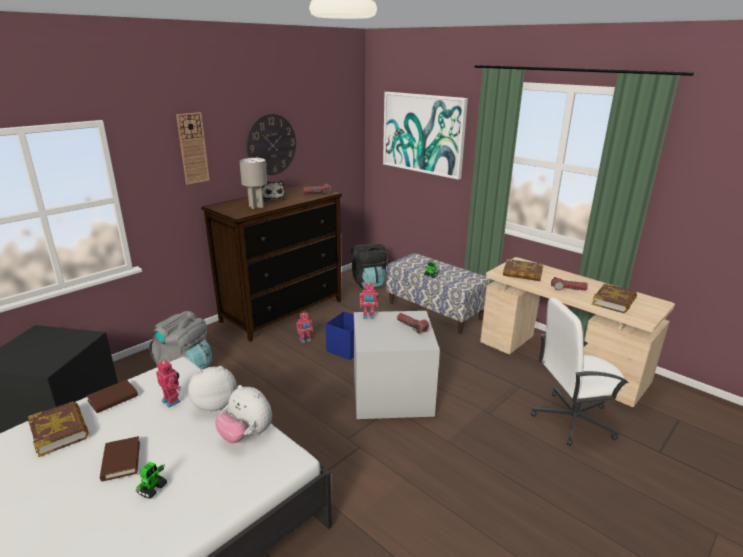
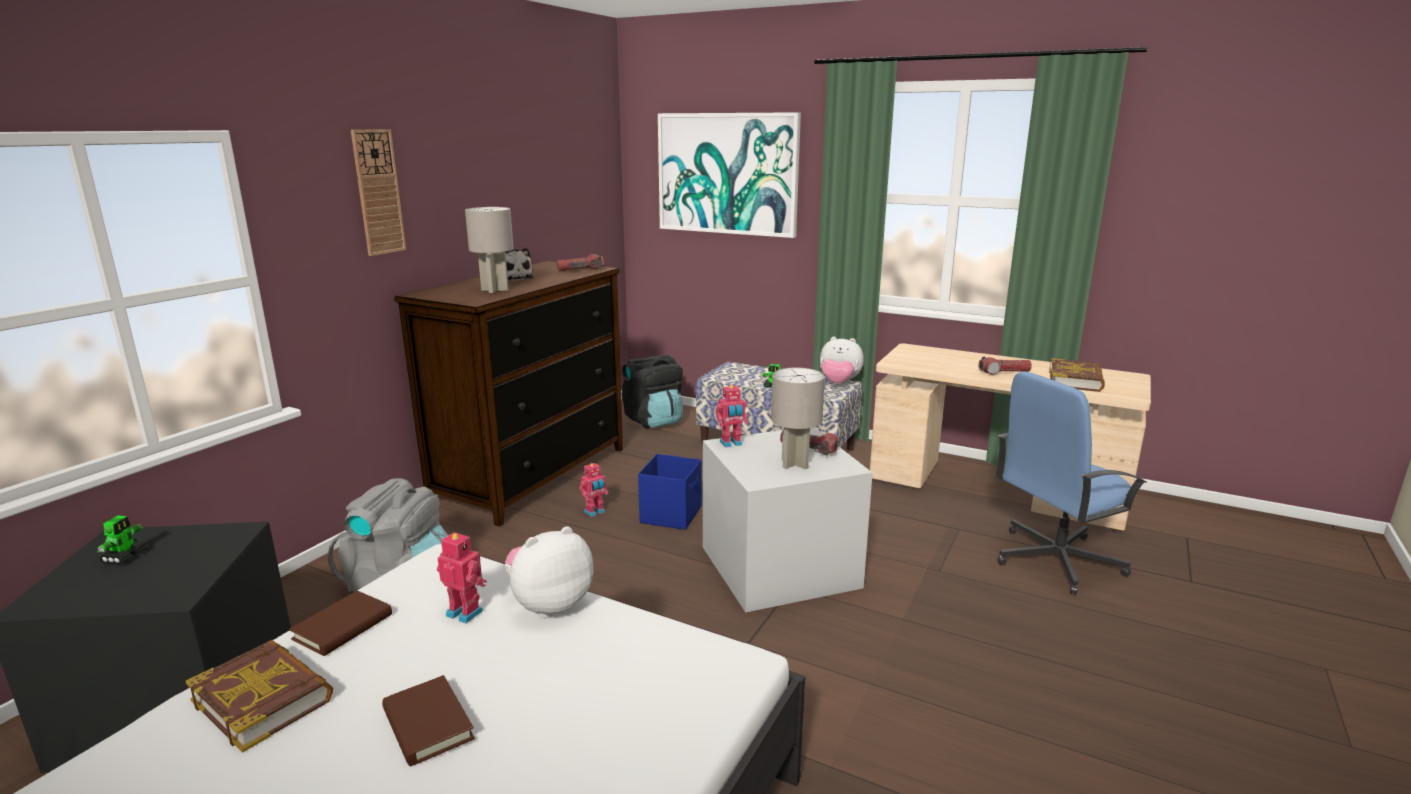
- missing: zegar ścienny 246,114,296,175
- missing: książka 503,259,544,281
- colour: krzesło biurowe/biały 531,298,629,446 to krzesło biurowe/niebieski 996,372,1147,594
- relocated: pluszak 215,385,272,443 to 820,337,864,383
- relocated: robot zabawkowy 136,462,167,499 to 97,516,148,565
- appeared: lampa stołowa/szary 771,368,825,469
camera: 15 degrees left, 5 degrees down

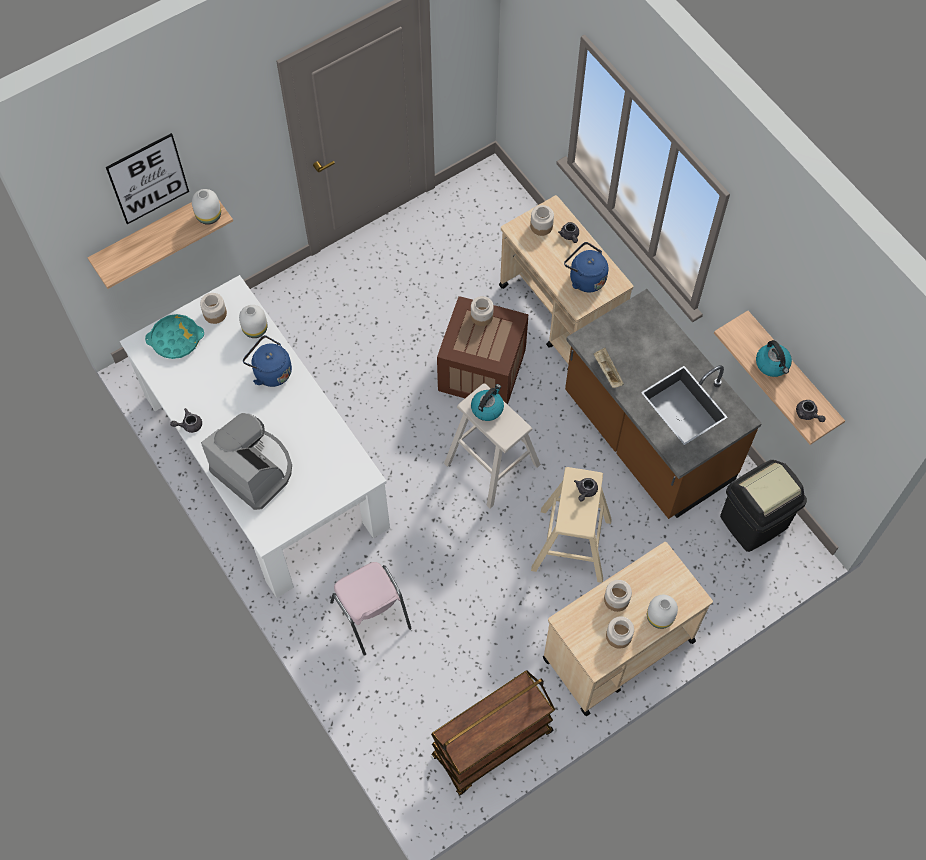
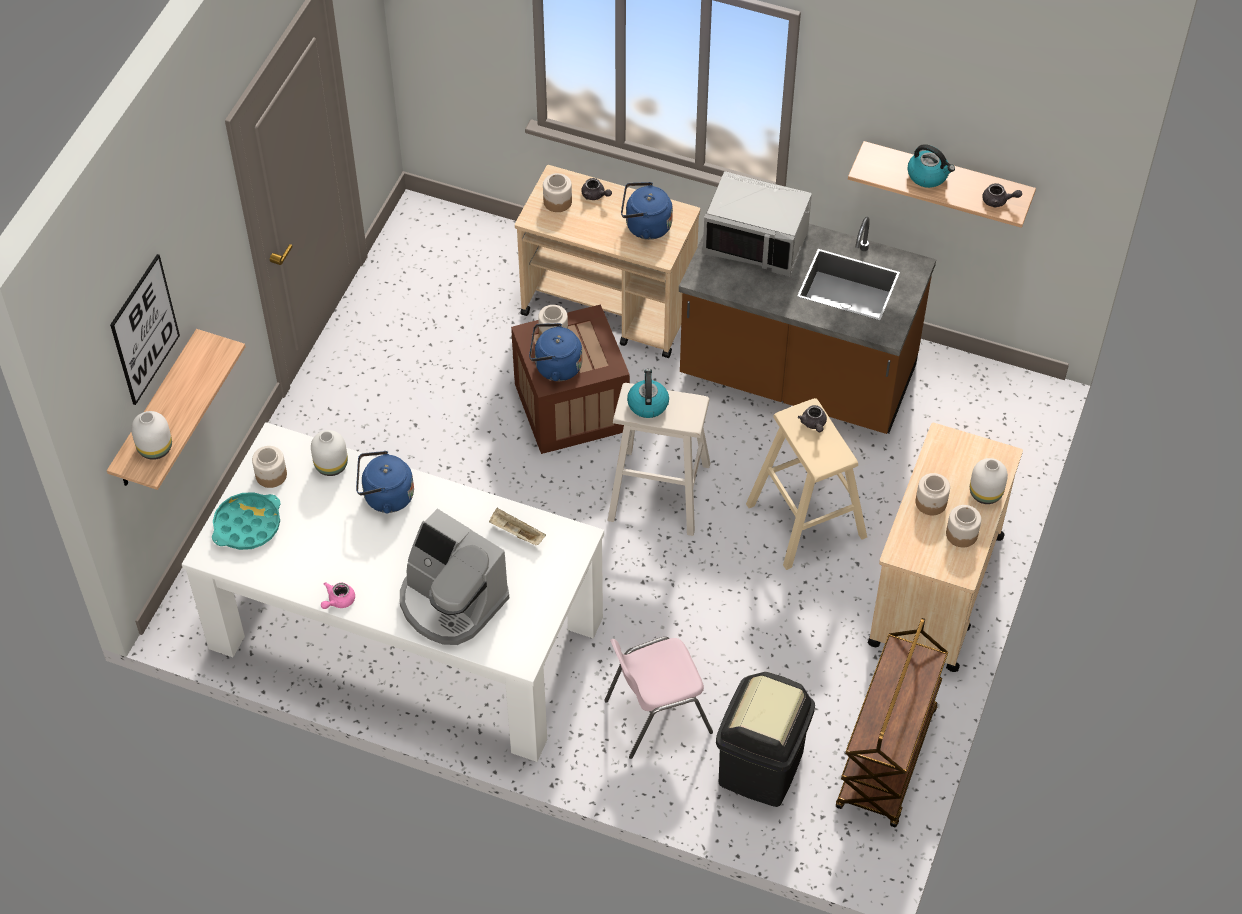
- relocated: wazon/biały 192,189,221,225 to 131,411,172,460
- relocated: taca/beżowy 594,348,624,388 to 489,508,546,545
- colour: imbryk/szary 170,408,202,433 to imbryk/różowy 321,582,355,609
- spun: ekspres do kawy 201,413,292,510 = 400,509,509,645 150 degrees counterclockwise
- relocated: kosz na śmieci/czarny 720,460,807,552 to 716,672,815,807
- spun: krzesło/różowy 330,562,412,656 = 604,637,713,759 135 degrees clockwise
- appeared: mikrofalówka/szary 703,171,812,276
- appeared: czajnik/niebieski 529,323,582,381
camera: 35 degrees left, 10 degrees down

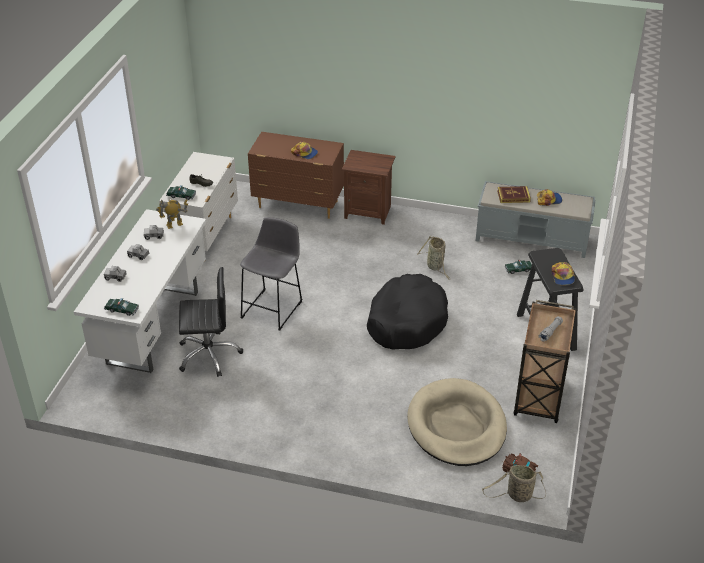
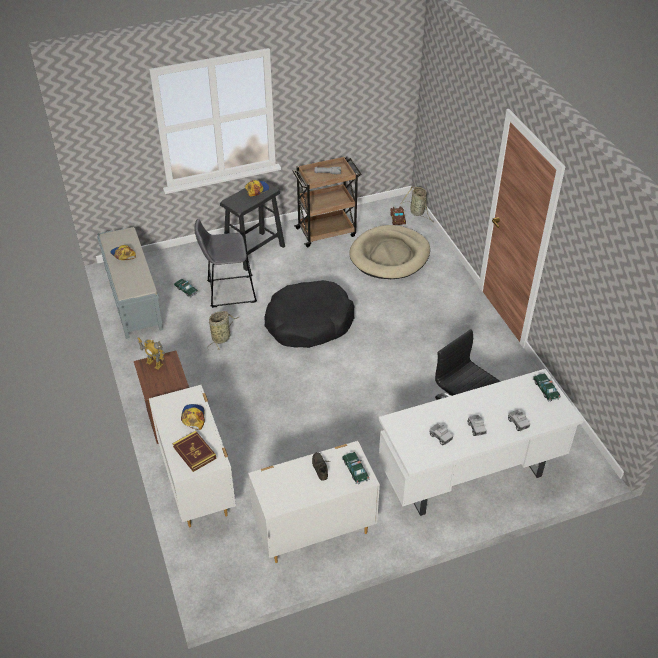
- colour: komoda/brązowy 248,132,344,219 to komoda/biały 149,385,236,528
- relocated: książka 497,186,531,203 to 173,431,217,472
- relocated: robot zabawkowy 156,199,188,229 to 137,337,165,370
- relocated: stołek/szary 240,217,302,331 to 194,219,257,308
camera: 125 degrees left, 5 degrees up

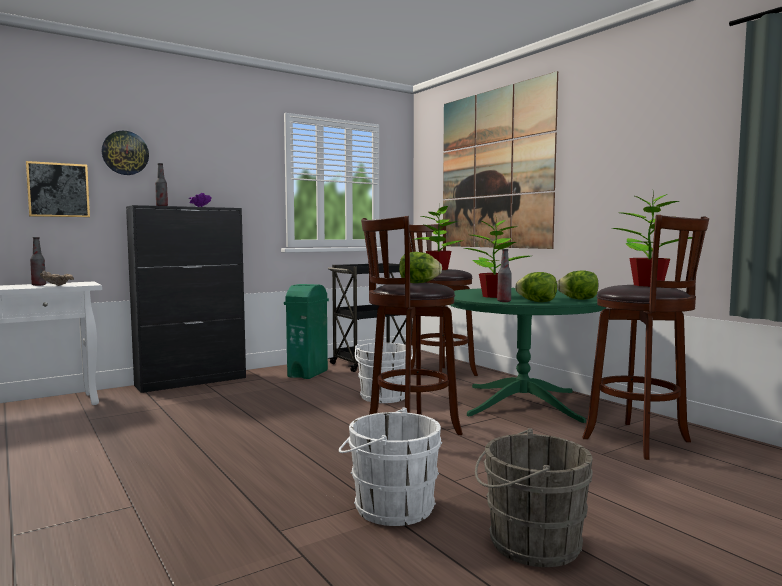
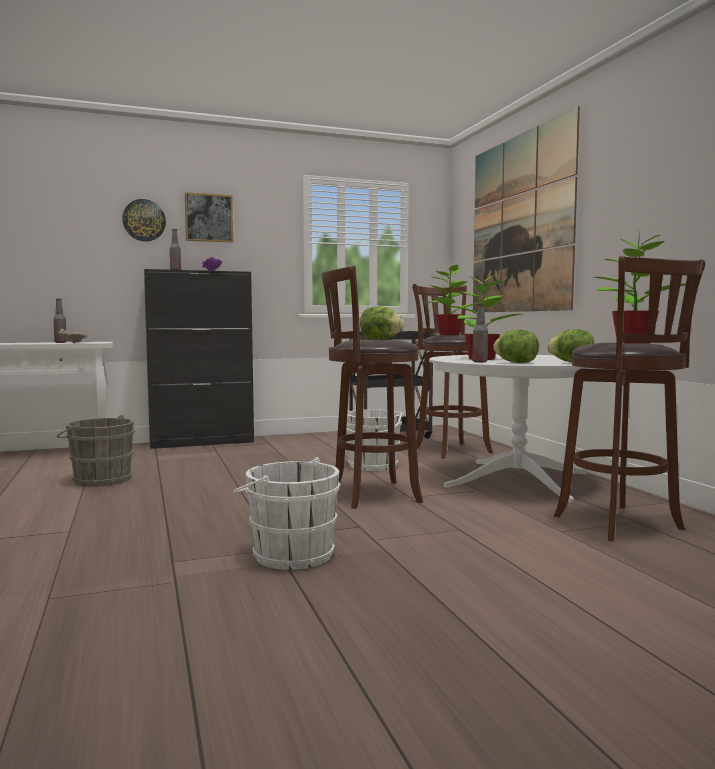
- relocated: obraz 26,161,90,217 to 185,192,233,243
- missing: kosz na śmieci/zielony 284,284,329,379
- colour: stół jadalny/zielony 450,288,607,423 to stół jadalny/biały 429,354,599,503
- relocated: wiadro/szary 475,428,593,567 to 57,415,135,487
camera: 15 degrees right, 0 degrees up

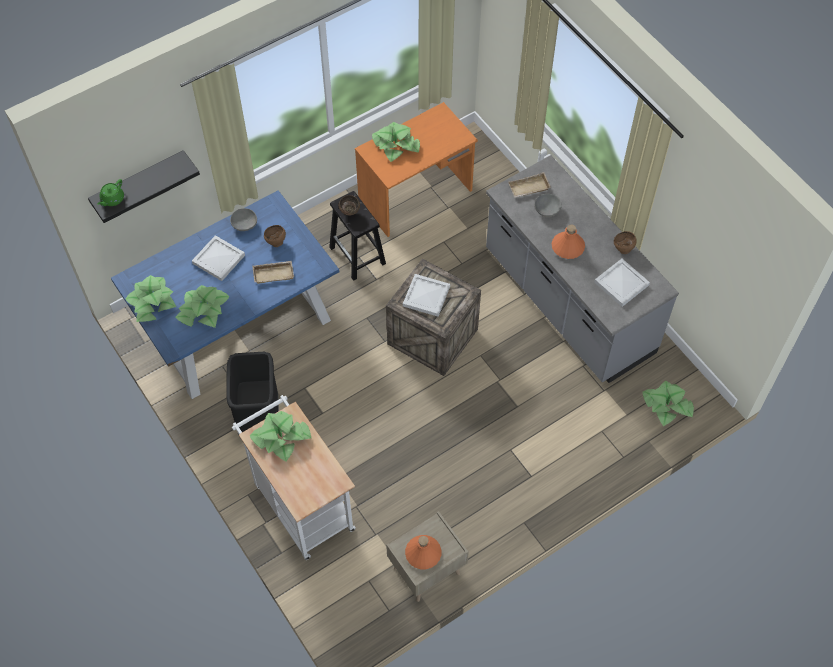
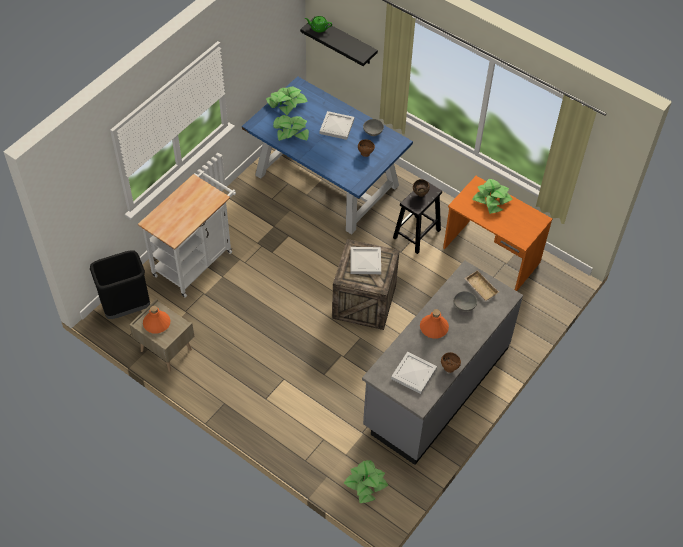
- missing: taca/beżowy 252,261,294,284
- relocated: kosz na śmieci/czarny 226,352,279,435 to 90,250,150,319
- missing: roślina doniczkowa 250,411,311,461
camera: 70 degrees right, 5 degrees down

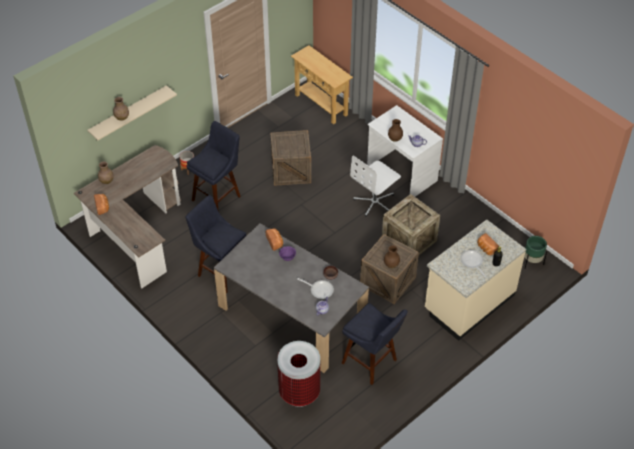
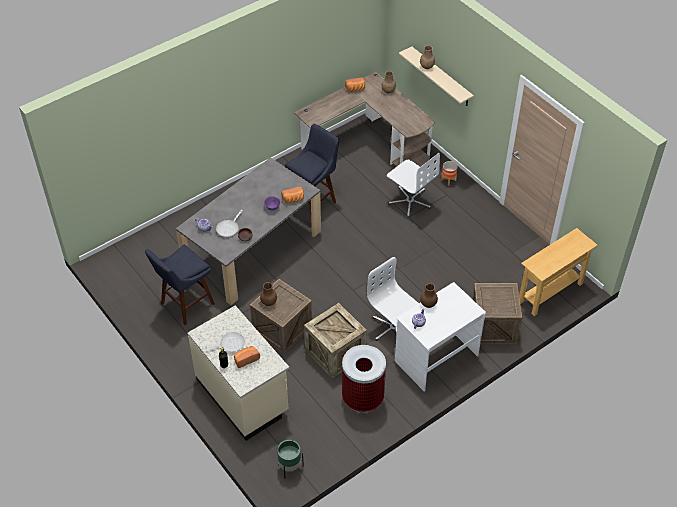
- exchanged: stołek/niebieski 186,121,241,212 to krzesło biurowe/biały 387,153,440,218
- relocated: skrzynka 270,130,311,186 to 472,283,522,344
- relocated: kosz na śmieci 277,341,320,407 to 342,345,386,413
camera: 95 degrees right, 0 degrees up

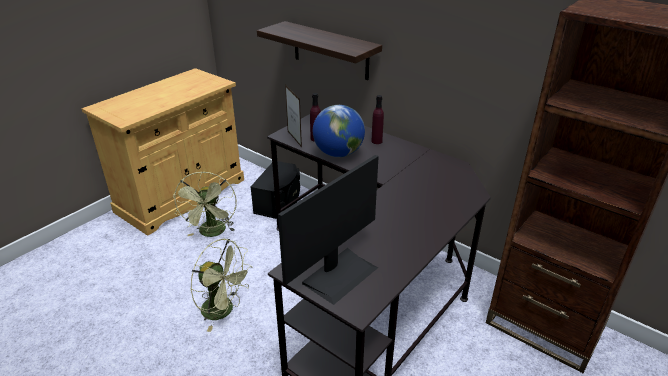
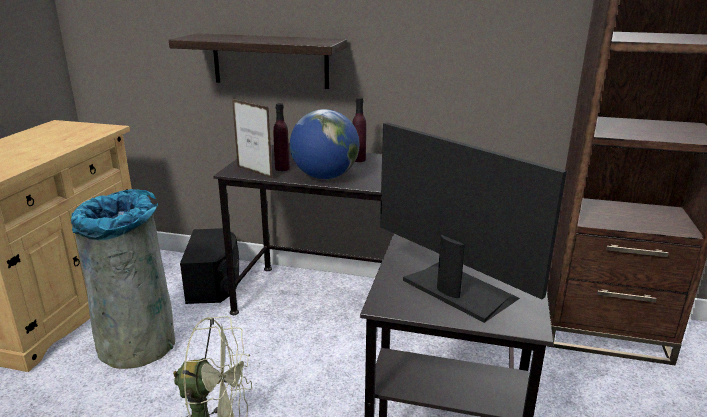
- spun: monitor 278,155,379,305 = 380,123,567,323 60 degrees counterclockwise
- exchanged: wentylator/zielony 173,171,237,237 to kosz na śmieci/szary 71,189,175,369
camera: 25 degrees left, 10 degrees down

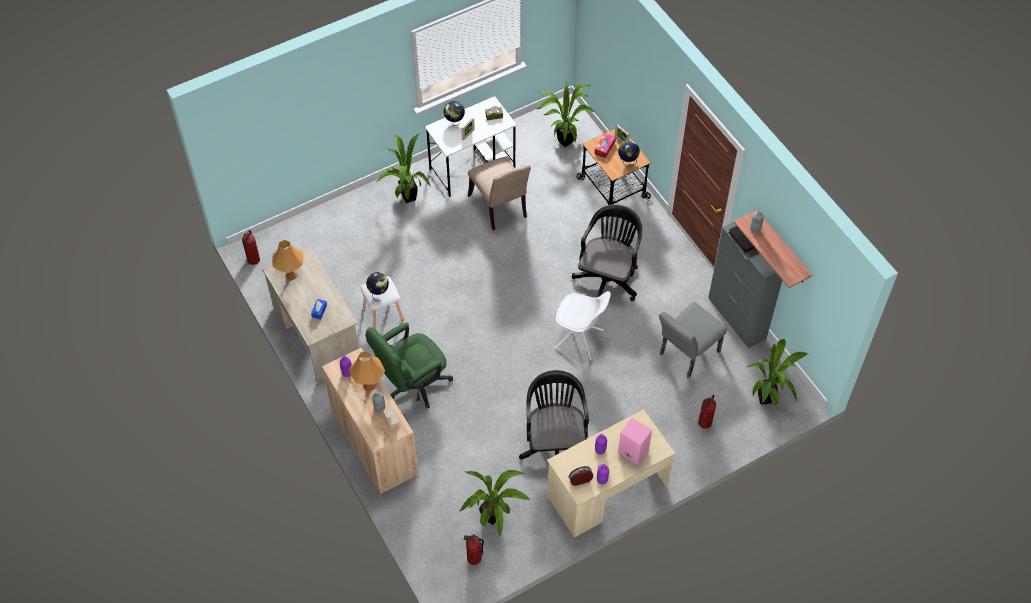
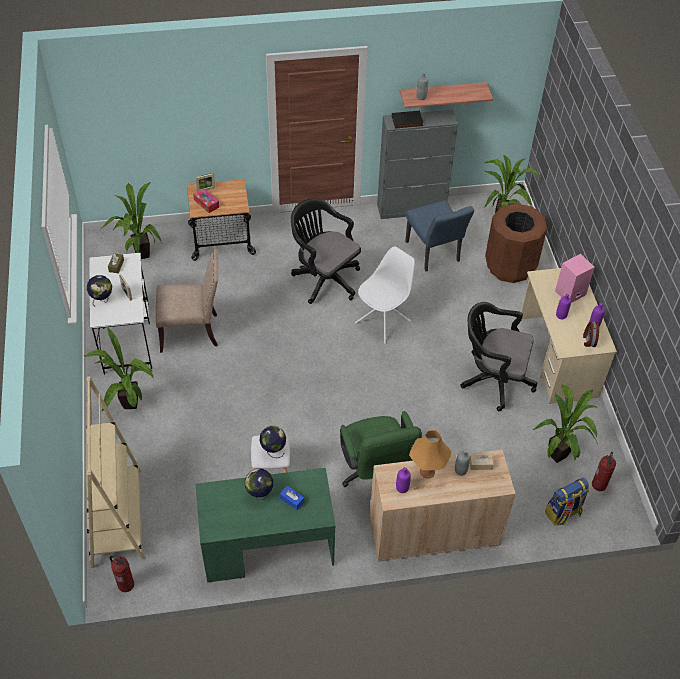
- relocated: globus 618,141,640,166 to 245,468,273,500
- missing: lampa stołowa/pomarańczowy 272,240,303,280
- colour: biurko/beżowy 262,247,359,383 to biurko/zielony 196,468,336,583
- colour: krzesło/szary 659,302,727,378 to krzesło/niebieski 405,200,474,271
- exchanged: gaśnica 698,395,716,429 to kosz na śmieci/brązowy 485,203,547,283
- appeared: regał/beżowy 86,376,145,568
- appeared: plecak 545,478,589,526
camera: 70 degrees left, 5 degrees down

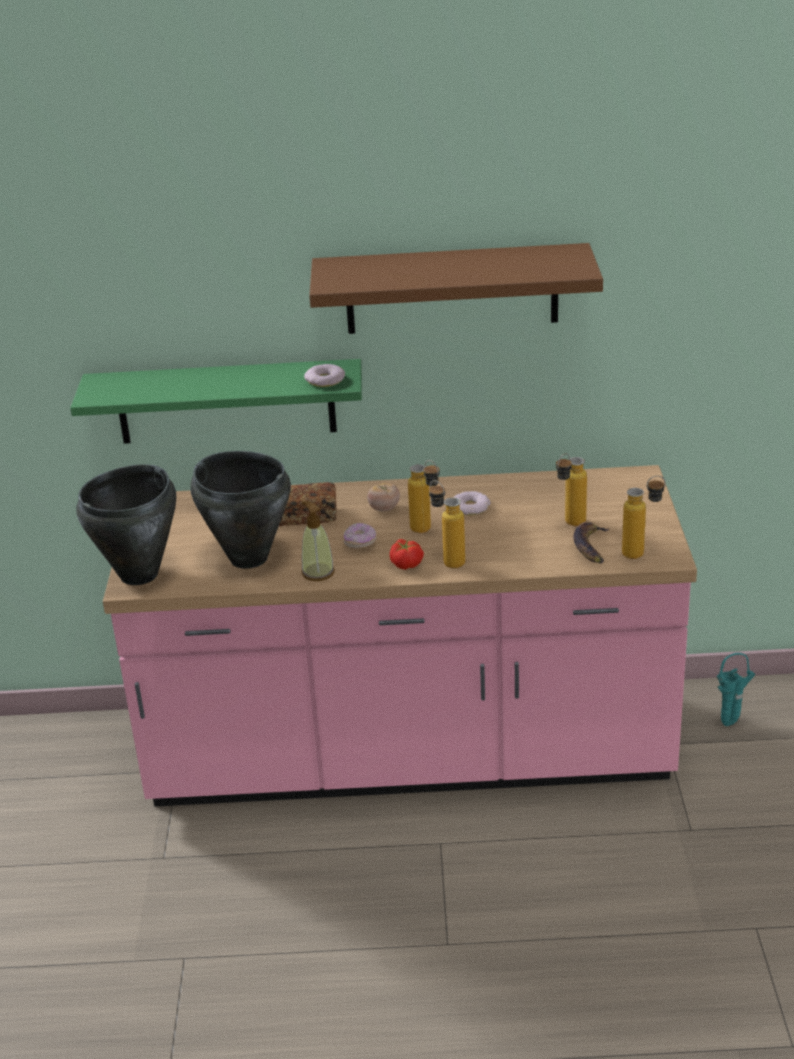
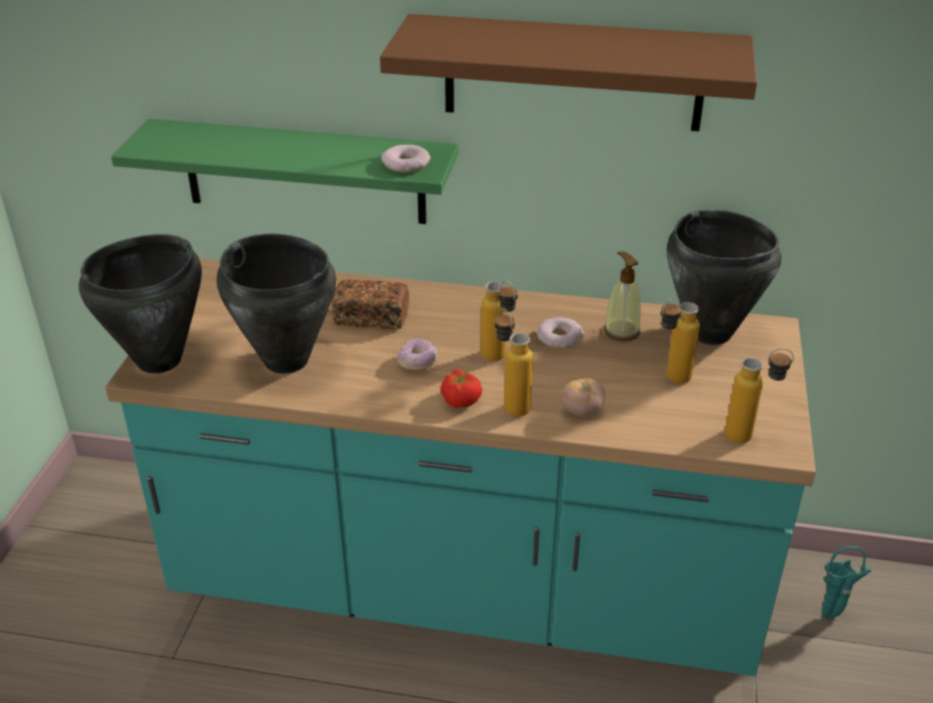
- colour: zabudowa kuchenna/różowy 103,465,697,807 to zabudowa kuchenna/turkusowy 105,259,816,676
- relocated: pomidor 367,483,400,511 to 562,378,605,416
- relocated: dozownik mydła 301,501,334,581 to 604,252,641,341
- missing: banan 573,522,610,564
- appeared: garnek/czarny 667,209,781,345
camera: 10 degrees right, 5 degrees up

